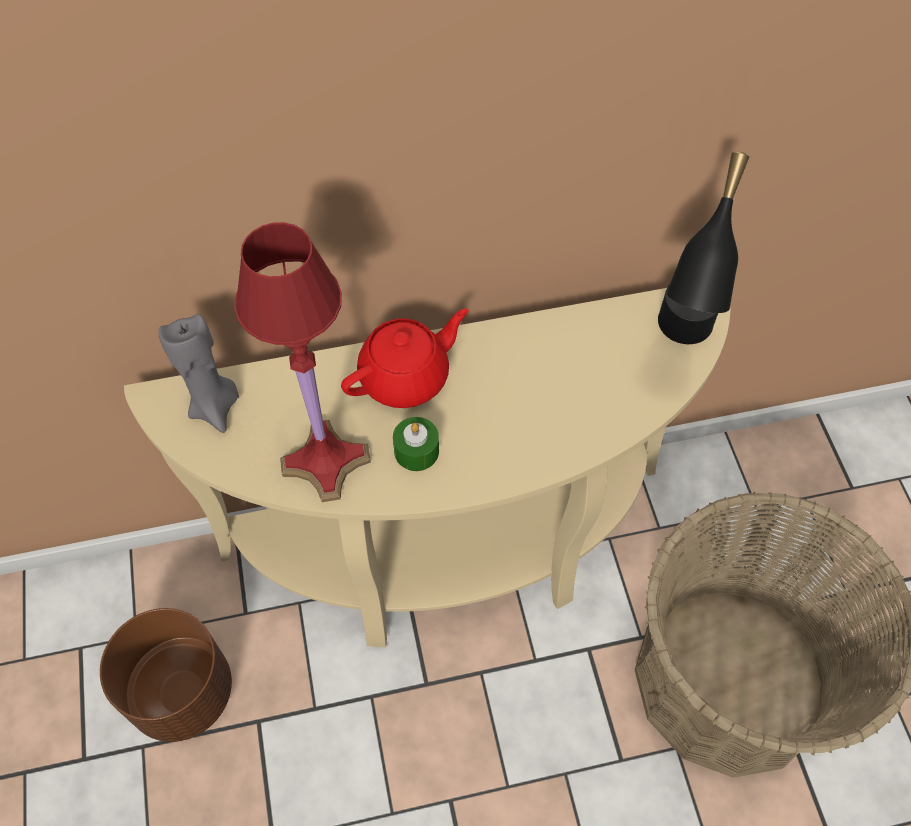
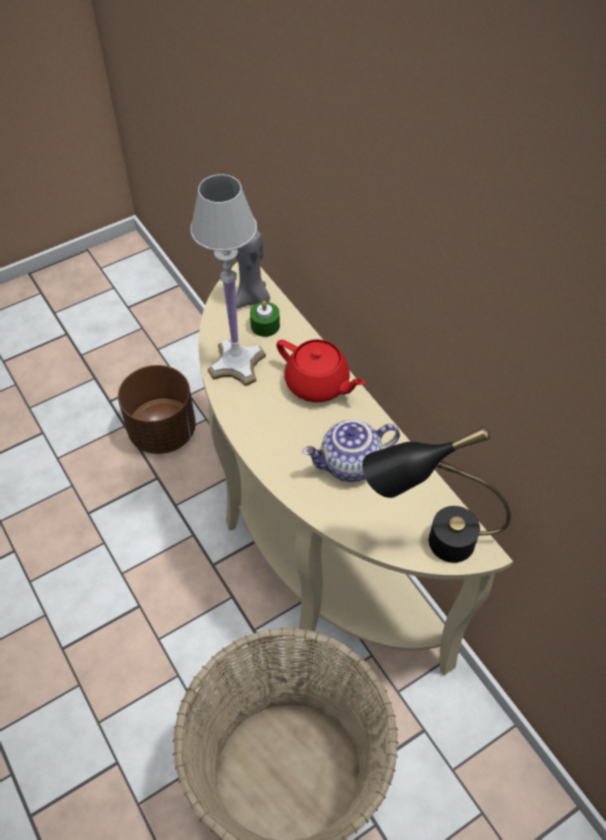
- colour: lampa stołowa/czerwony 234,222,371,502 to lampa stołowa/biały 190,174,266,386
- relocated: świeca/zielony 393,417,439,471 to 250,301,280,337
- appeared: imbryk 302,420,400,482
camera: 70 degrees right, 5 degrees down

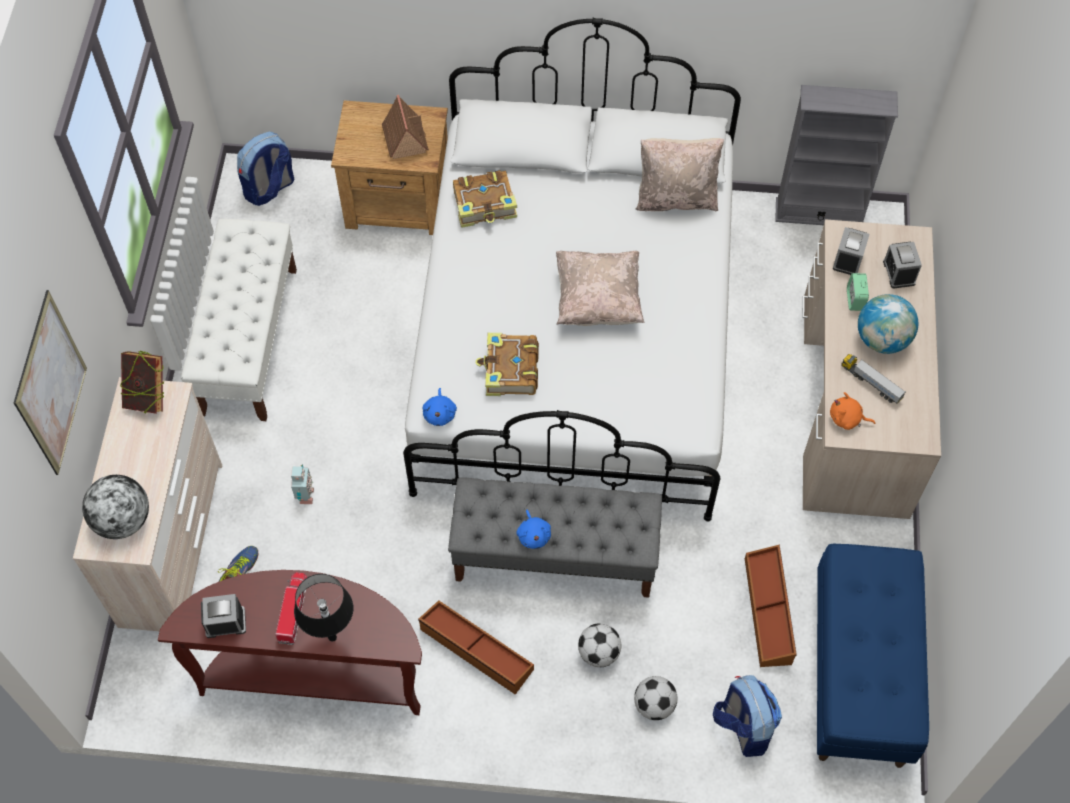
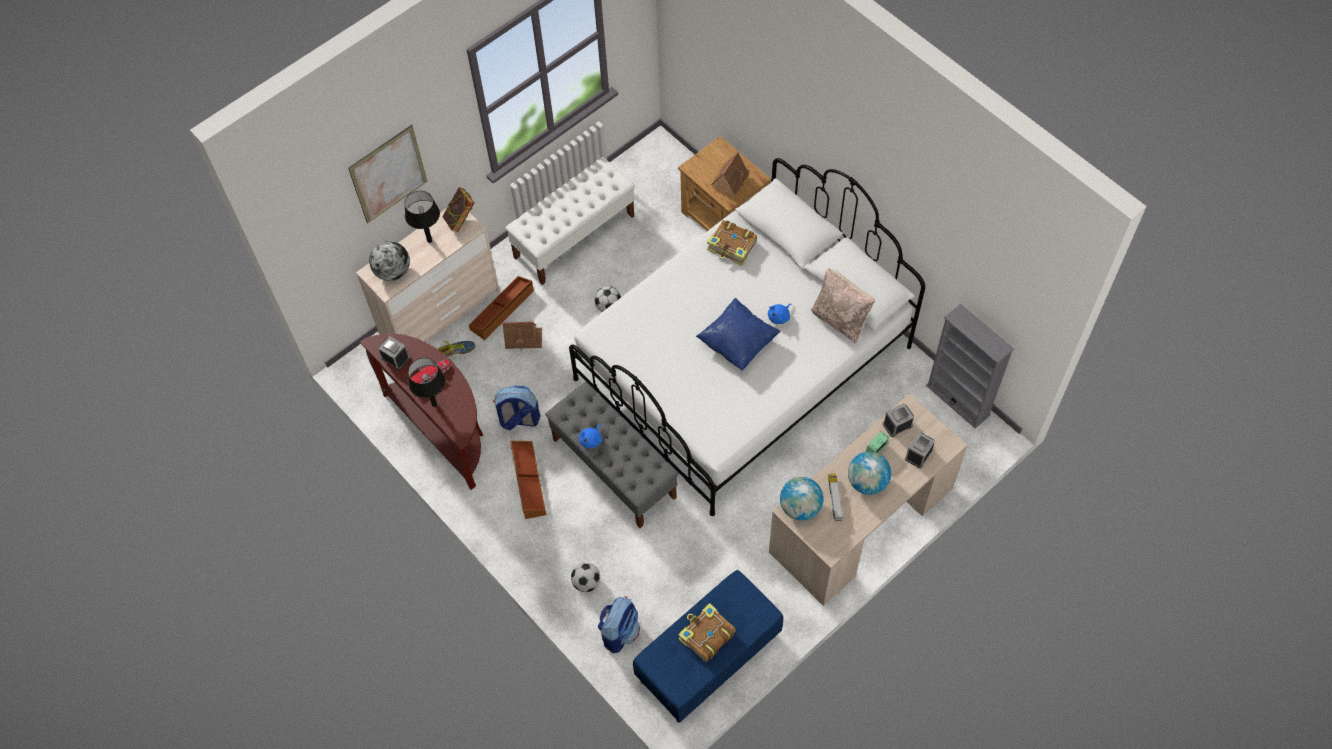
- relocated: plecak 237,132,294,206 to 493,385,541,430
- colour: poduszka/beżowy 556,251,644,326 to poduszka/niebieski 696,298,780,371
- relocated: książka 475,333,539,396 to 678,603,736,662
- relocated: pluszak/niebieski 422,388,457,426 to 768,303,792,324
- exchanged: pluszak/pomarańczowy 830,392,875,430 to globus 780,477,823,520
- exchanged: robot zabawkowy 291,465,314,504 to domek 502,321,542,351
- relocated: pojemnik do przechowywania/brązowy 745,545,797,667 to 469,276,534,340
- relocated: piłka futbolowa 578,624,621,667 to 594,286,621,312
- appeared: lampa stołowa/czarny 405,191,440,243
camera: 45 degrees right, 0 degrees up

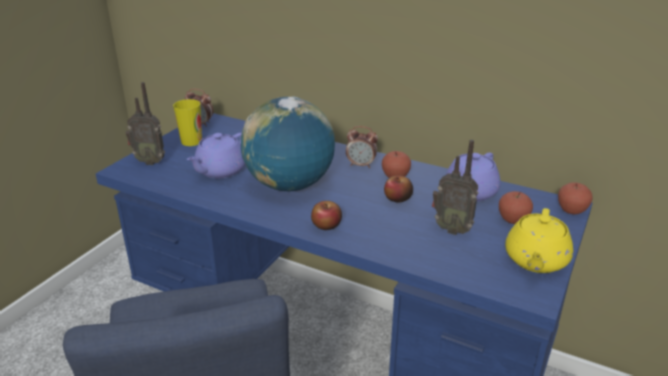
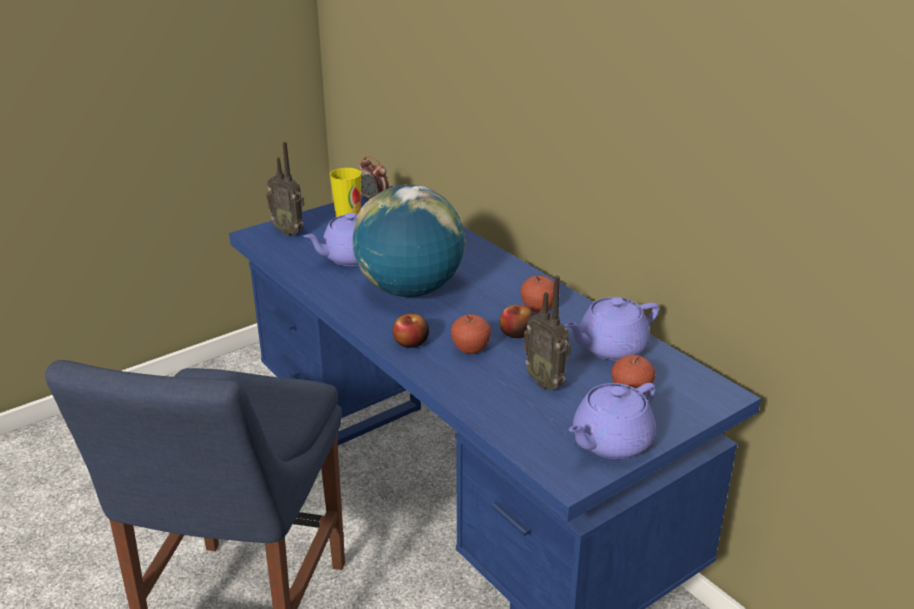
- missing: budzik 346,126,378,168
- relocated: jabłko 558,182,593,214 to 451,314,491,354
- colour: imbryk/żółty 505,208,573,273 to imbryk/fioletowy 569,383,656,459
camera: 25 degrees right, 0 degrees up

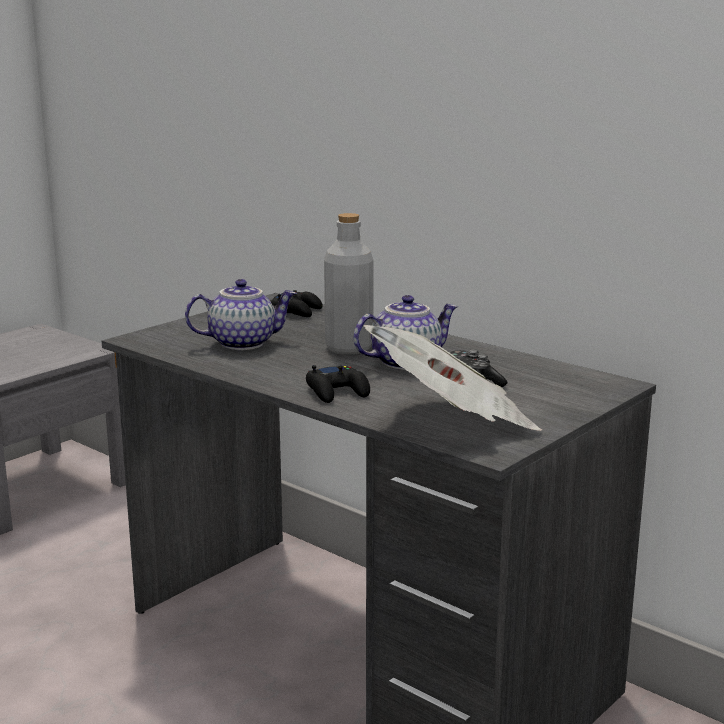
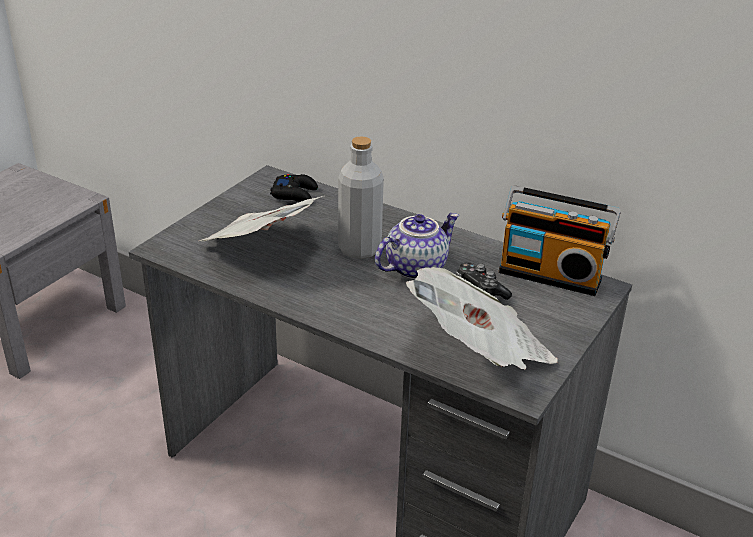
- exchanged: imbryk 185,279,297,350 to gazeta 199,196,323,242
- missing: pad do gier/czarny 306,365,370,403
- appeared: radio 499,186,620,296
camera: 10 degrees left, 15 degrees up

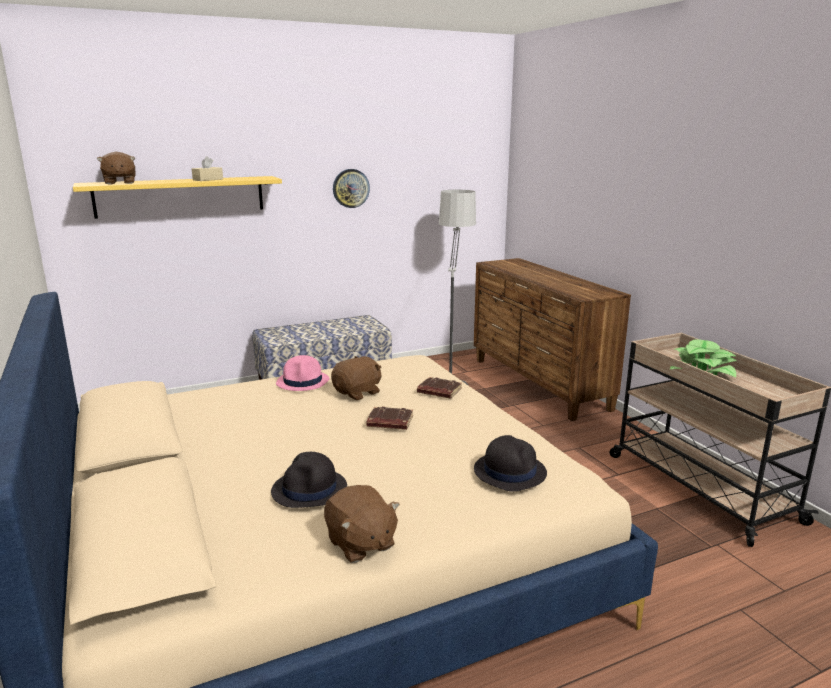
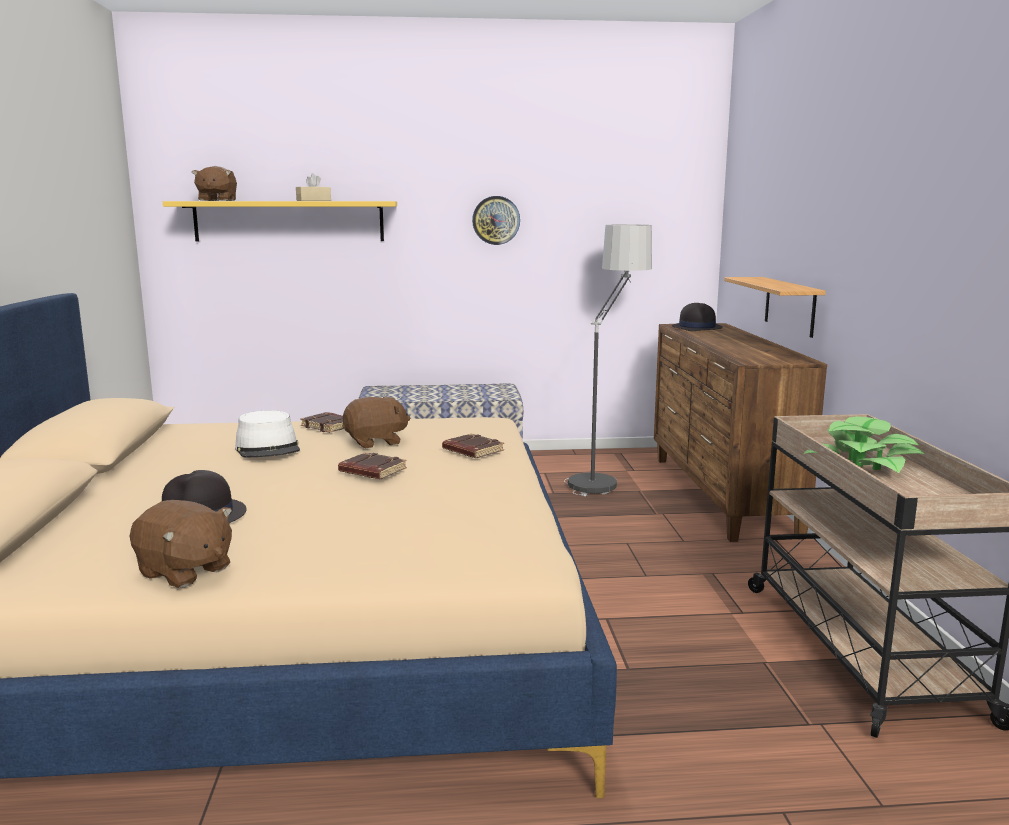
- exchanged: kapelusz/różowy 276,355,330,391 to książka/brązowy 300,412,344,433
- relocated: kapelusz/czarny 474,435,547,492 to 672,303,723,331
- spun: pluszak/brązowy 324,485,400,563 = 130,500,232,588 45 degrees counterclockwise
- appeared: półka 724,277,826,338
- appeared: kapelusz/biały 235,410,300,458
camera: 20 degrees right, 5 degrees down

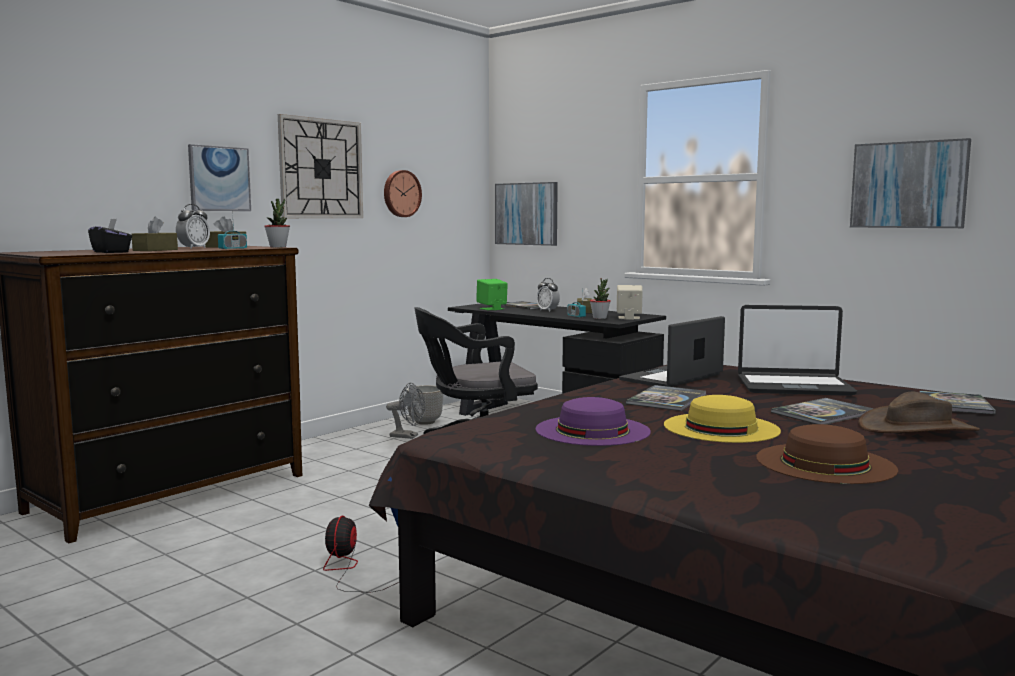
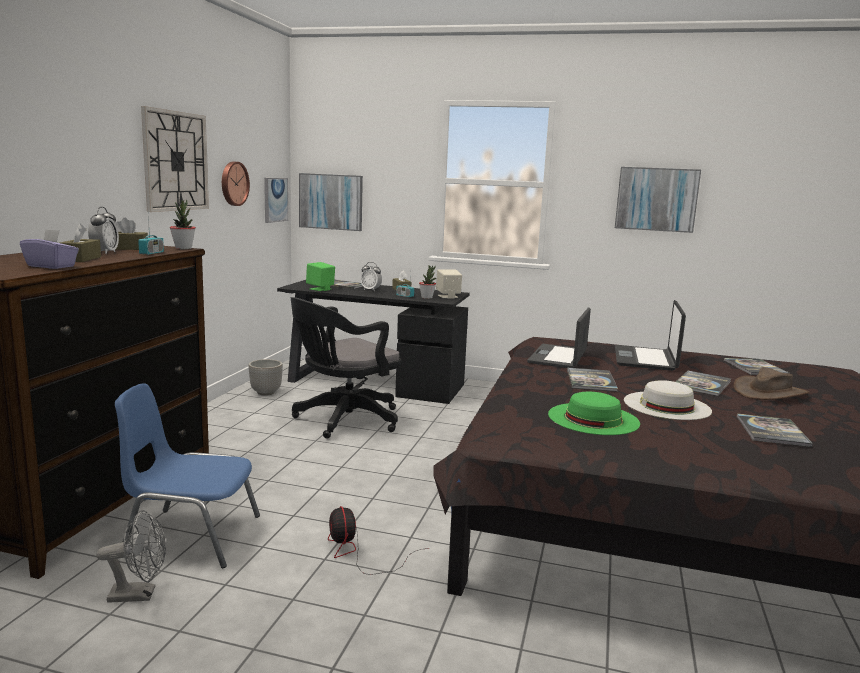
- relocated: obraz 188,144,251,211 to 264,178,288,223
- colour: pudełko chusteczek/czarny 88,219,132,253 to pudełko chusteczek/fioletowy 20,229,79,269
- spun: laptop 738,305,857,396 = 615,300,686,371 120 degrees clockwise
- relocated: wentylator/szary 386,383,425,439 to 96,510,166,603
- colour: kapelusz/żółty 664,395,781,443 to kapelusz/biały 624,380,712,420
- colour: kapelusz/fioletowy 536,397,651,446 to kapelusz/zielony 548,392,640,435
- exchanged: kapelusz/brązowy 756,424,898,484 to książka 737,413,813,447
- appeared: krzesło/niebieski 115,384,260,568
camera: 25 degrees left, 5 degrees up

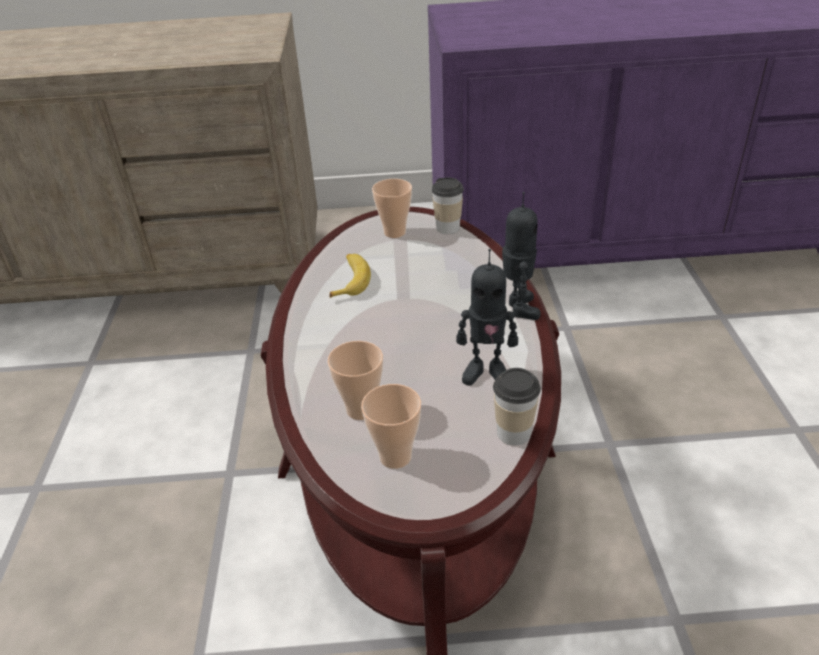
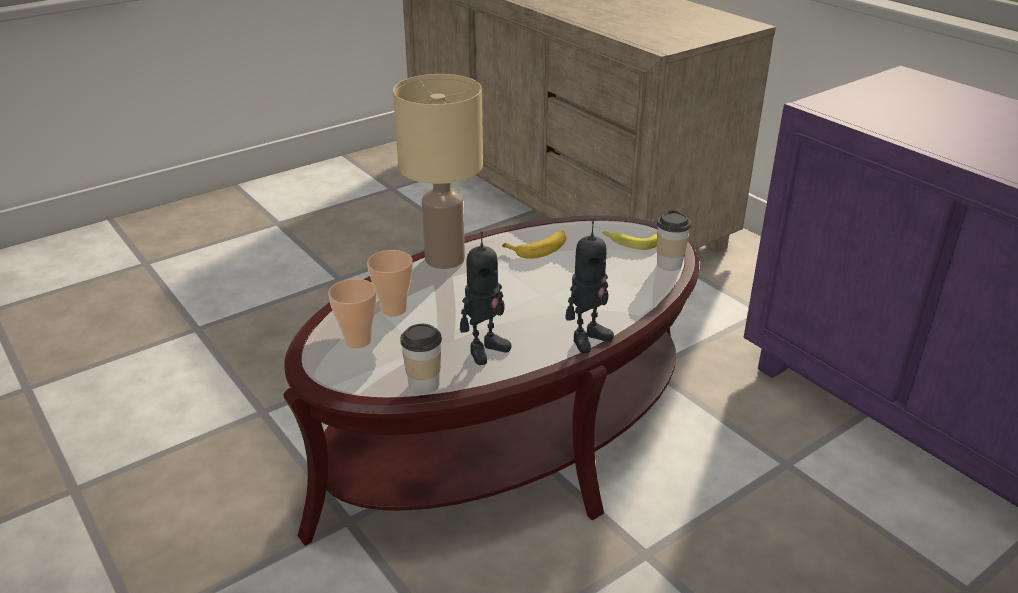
- exchanged: filiżanka 372,179,412,238 to banan 602,231,657,250
- spun: robot zabawkowy 456,249,518,386 = 460,231,511,365 105 degrees counterclockwise
- appeared: lampa stołowa/beżowy 393,74,483,269
camera: 55 degrees right, 5 degrees down

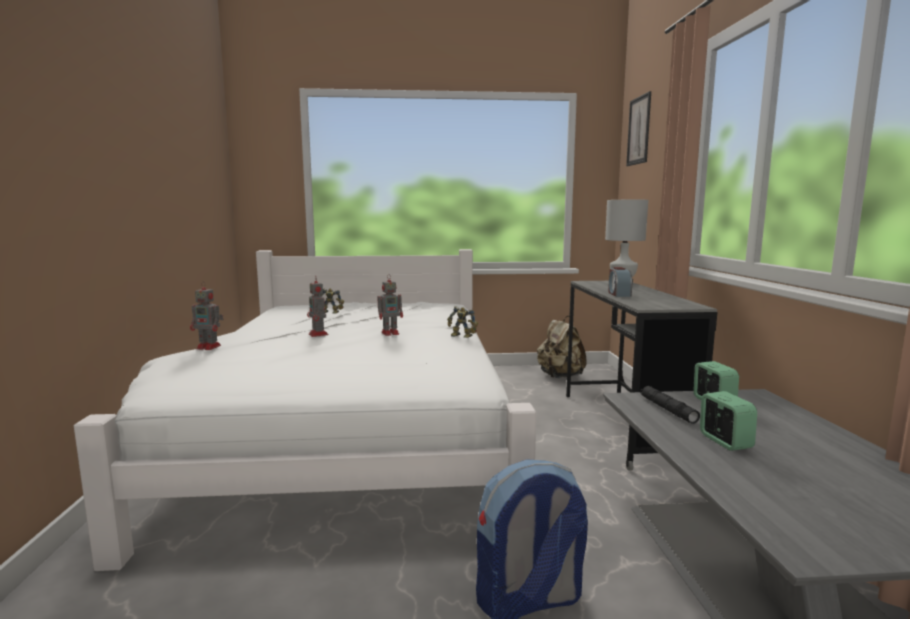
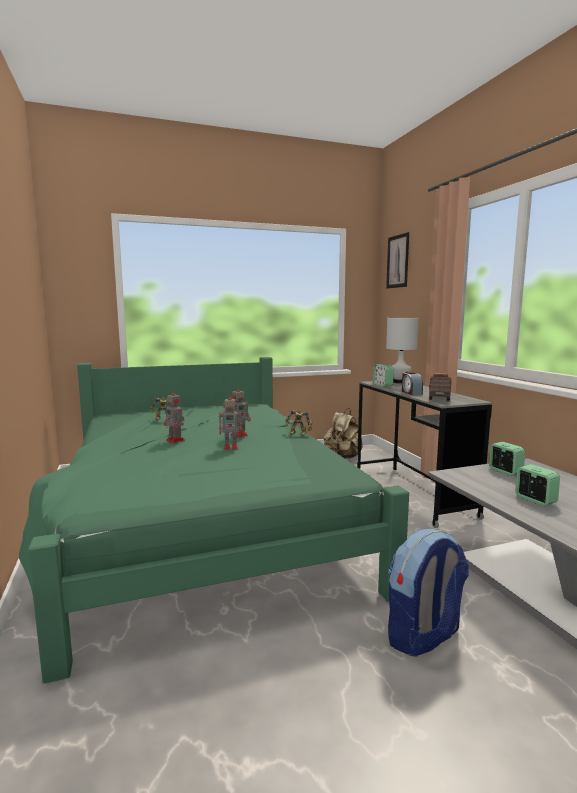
- colour: łóżko/biały 74,249,536,571 to łóżko/zielony 19,357,409,683
- relocated: robot zabawkowy 190,281,223,350 to 219,393,243,450
- missing: latarka/czarny 640,386,700,424
- appeared: budzik 373,365,394,387
- appeared: ciężarówka zabawkowa 429,373,451,401
camera: 15 degrees left, 0 degrees up

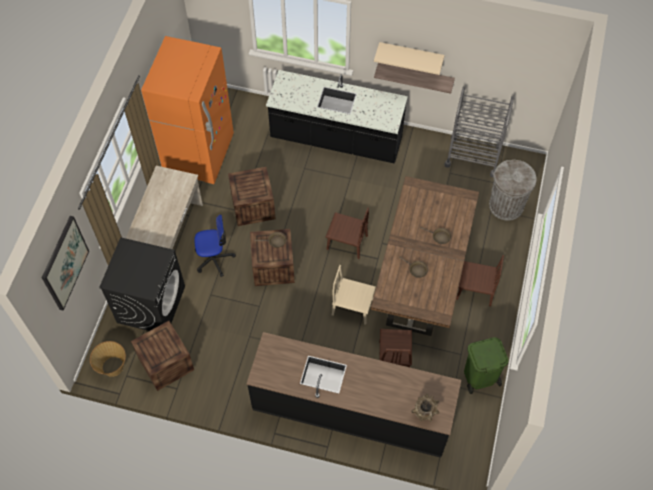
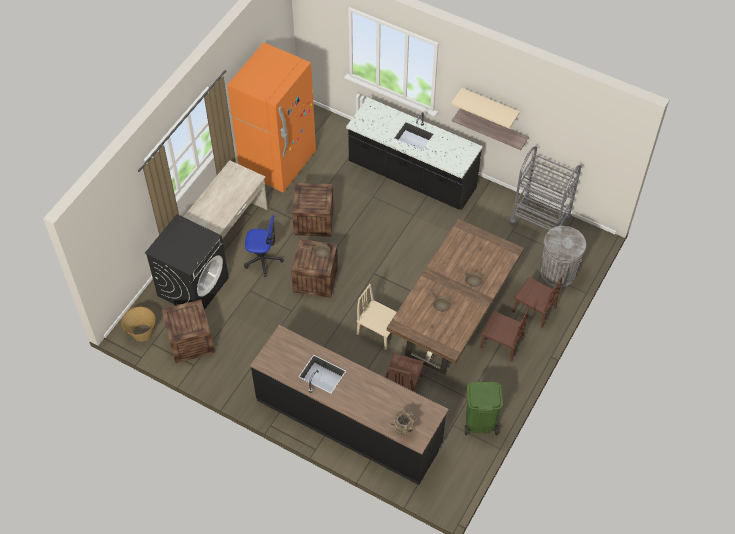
- relocated: krzesło/brązowy 326,208,369,259 to 513,277,562,328
- missing: obraz 42,216,89,311
camera: 15 degrees right, 5 degrees down

